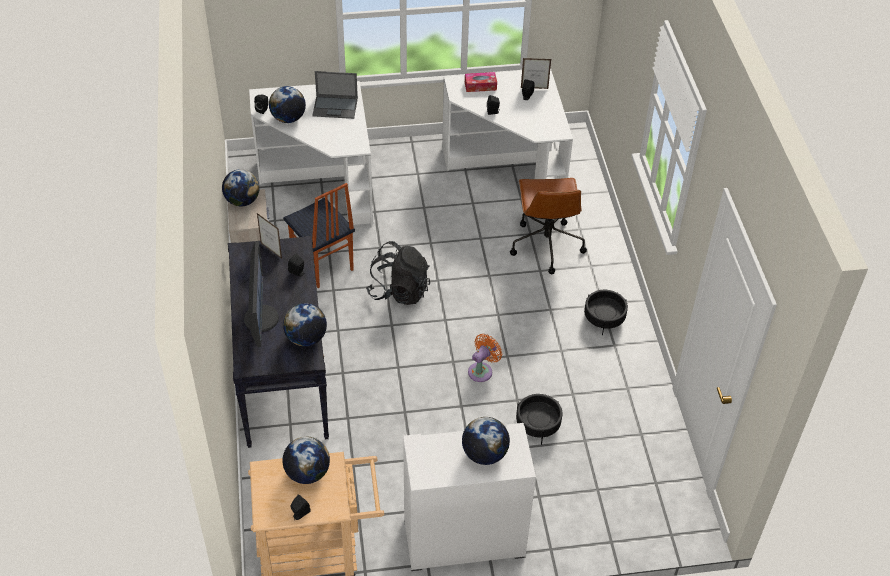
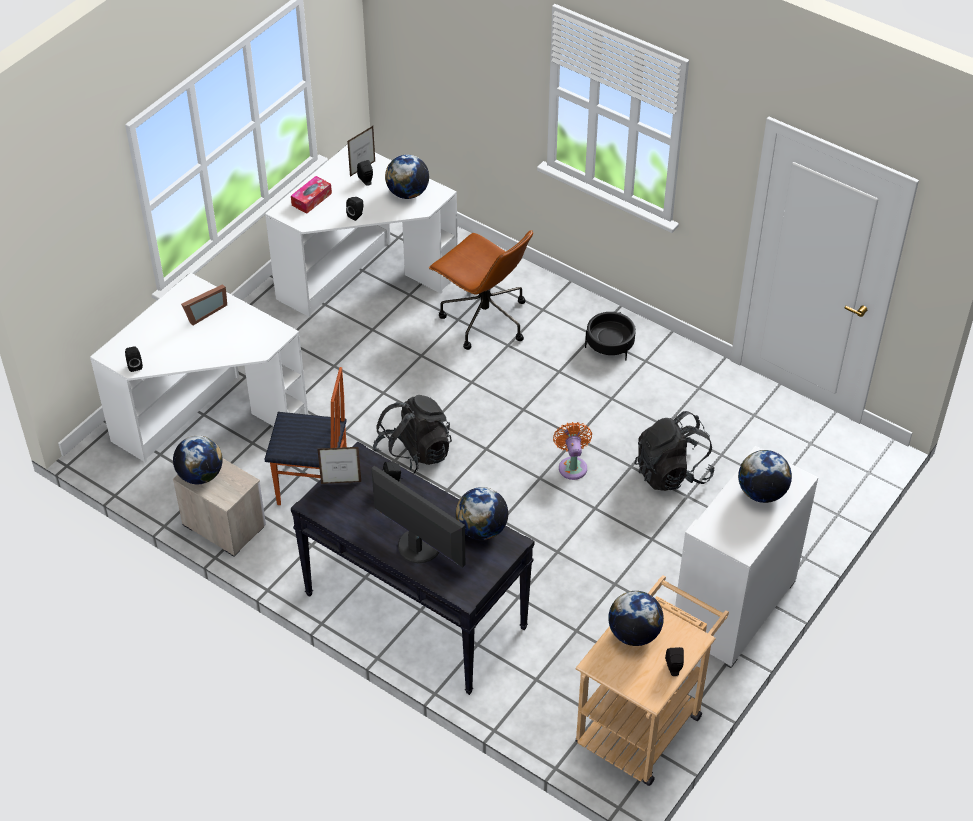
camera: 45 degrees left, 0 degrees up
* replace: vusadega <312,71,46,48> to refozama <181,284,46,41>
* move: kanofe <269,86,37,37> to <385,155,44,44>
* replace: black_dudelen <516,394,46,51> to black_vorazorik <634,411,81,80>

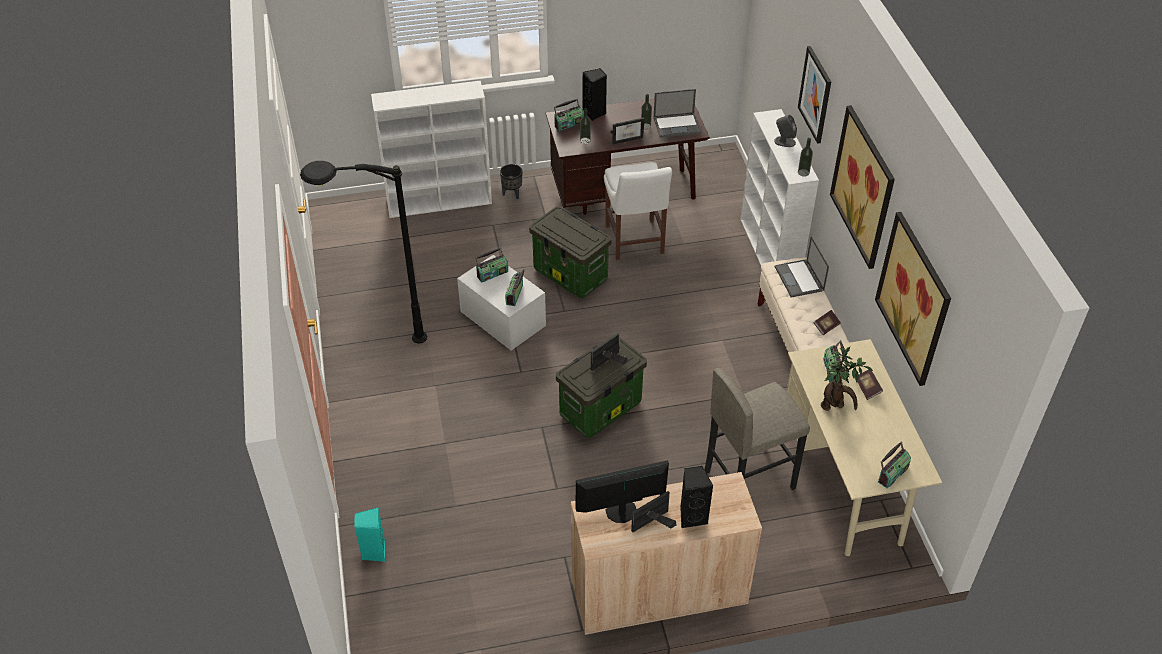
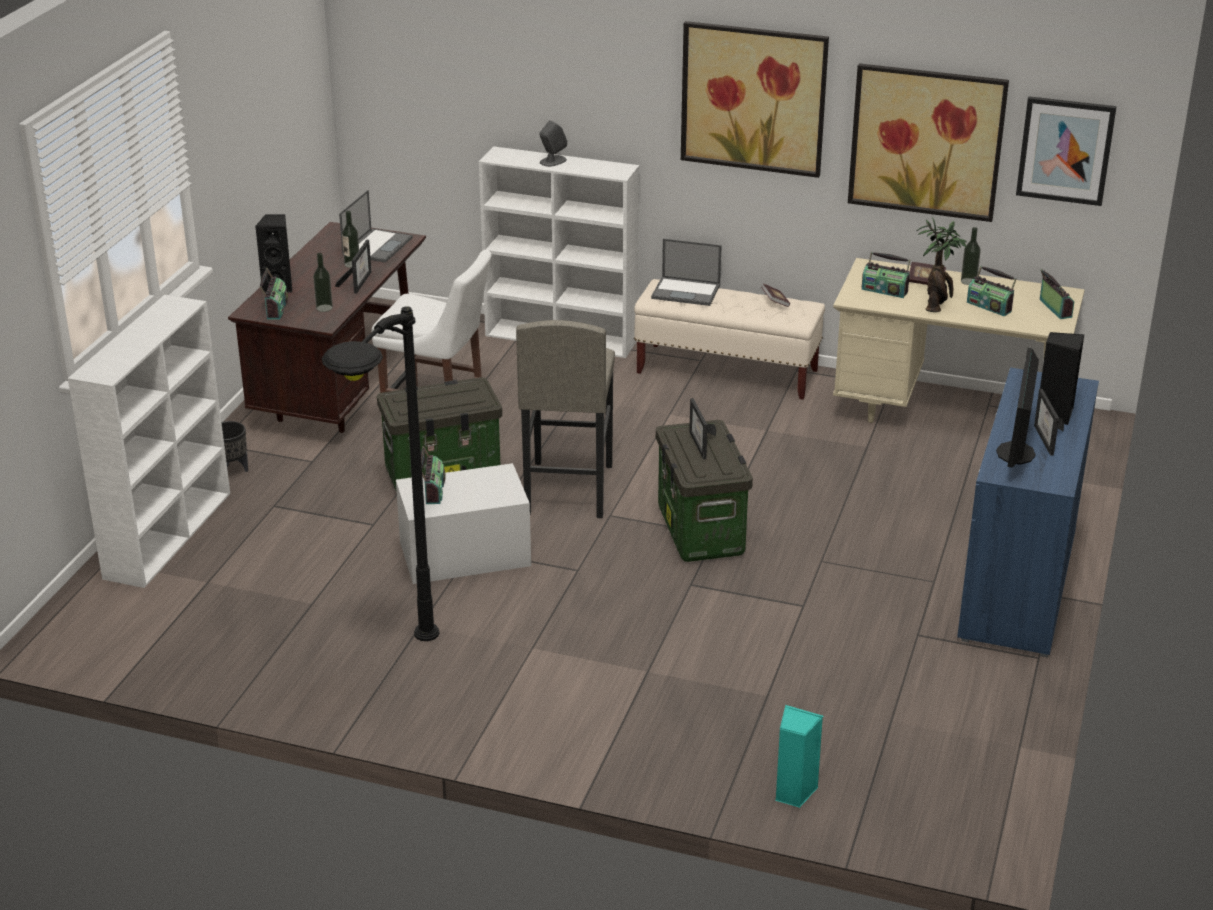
camera: 60 degrees left, 15 degrees down
* move: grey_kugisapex <704,368,106,122> to <516,320,99,198>
* recolor: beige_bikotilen <571,472,191,163> to blue_bikotilen <957,368,142,290>
* move: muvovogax <798,138,15,39> to <961,227,20,58>
* move: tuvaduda <505,268,20,38> to <967,266,50,50>
* move: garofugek <798,46,33,98> to <1016,96,101,110>

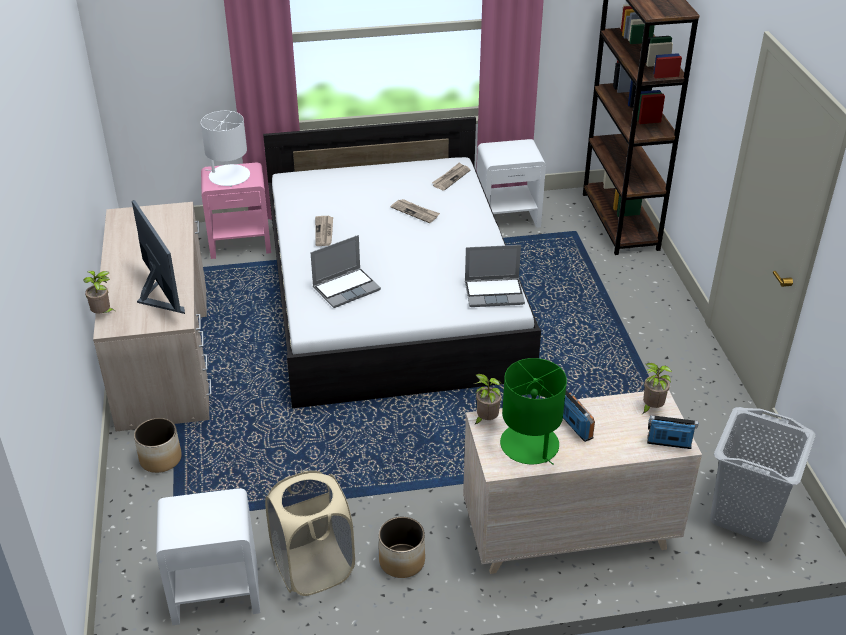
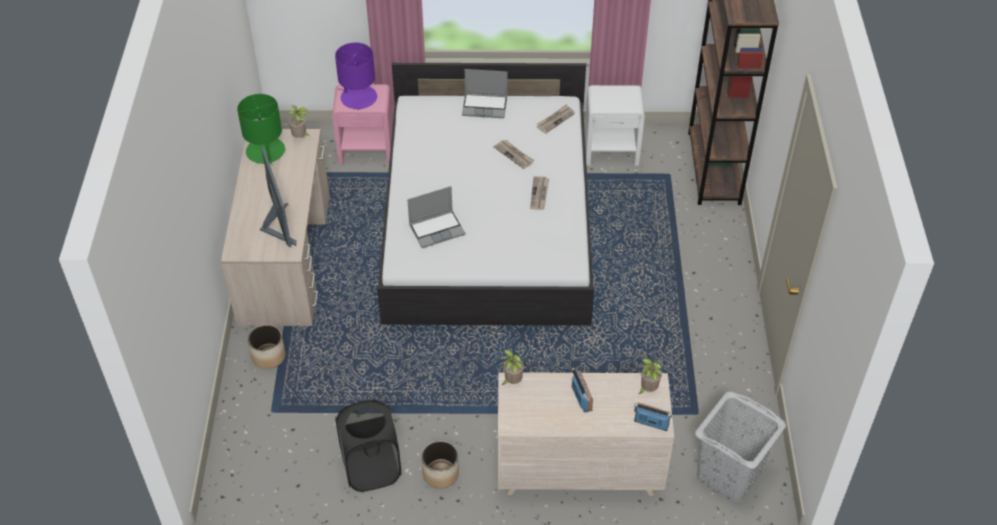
camera: 10 degrees right, 10 degrees up
* move: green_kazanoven <500,358,67,107> to <237,94,48,71>
* move: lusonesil <83,271,31,42> to <288,105,22,32>
* recolor: white_kazanoven <201,111,49,76> to purple_kazanoven <335,42,42,68>
* recolor: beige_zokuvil <265,470,90,126> to black_zokuvil <336,400,65,92>
* move: vusadega <465,245,60,62> to <462,69,45,49>
* move: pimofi <315,216,18,30> to <530,176,19,34>
* delete: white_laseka <156,488,104,137>

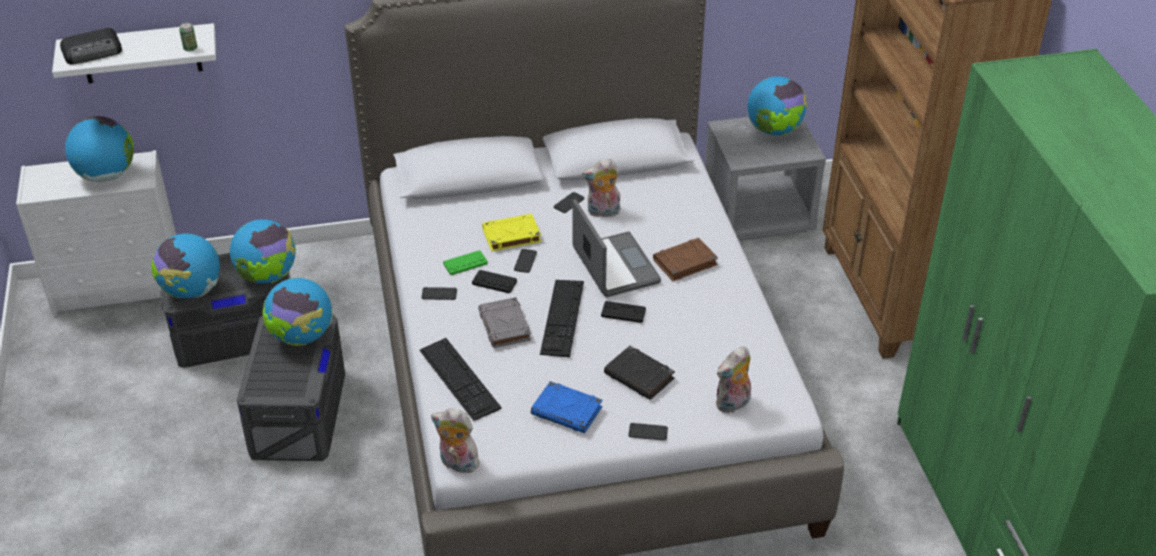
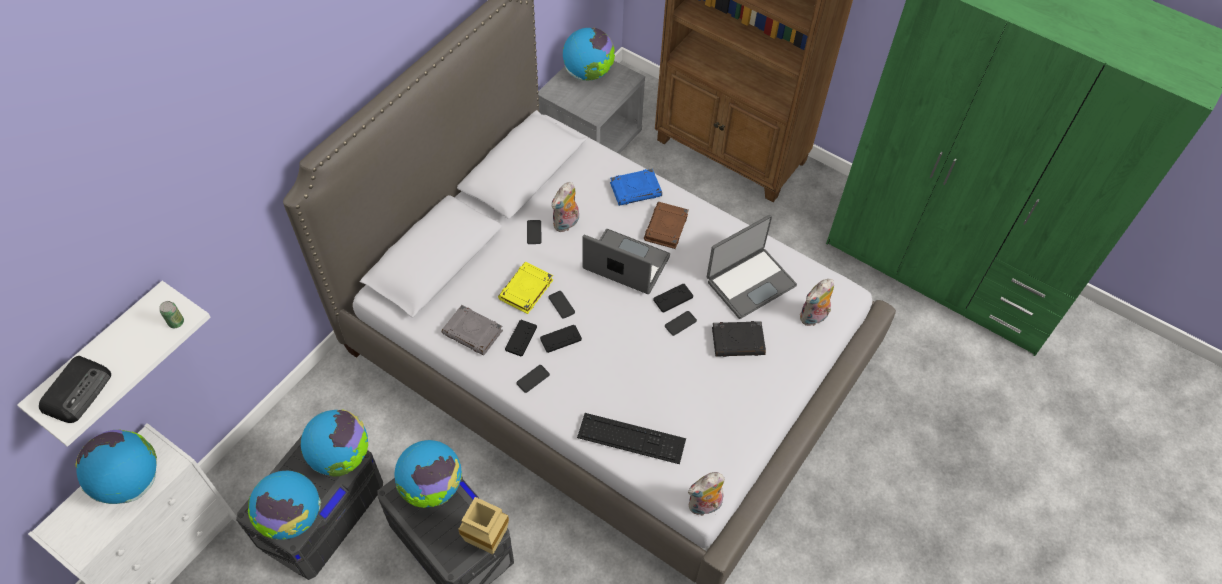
camera: 45 degrees left, 15 degrees up
* move: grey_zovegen <478,297,53,51> to <442,305,61,51>
* insert: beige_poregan <458,497,51,57>
* recolor: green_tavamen <443,251,45,24> to black_tavamen <505,320,32,36>
* move: blue_zovegen <531,381,72,52> to <610,169,52,37>
* move: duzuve <629,423,39,18> to <665,311,32,25>
* insert: vusadega <707,215,90,104>
* rotate: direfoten <716,346,35,68> = <799,279,35,47> 45 degrees clockwise
* delete: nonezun <540,280,44,77>

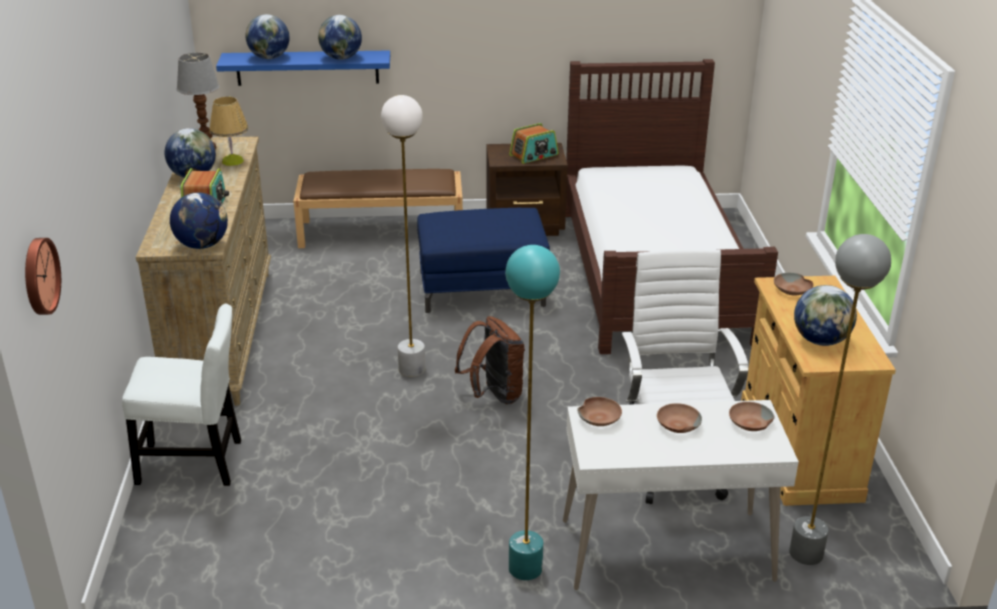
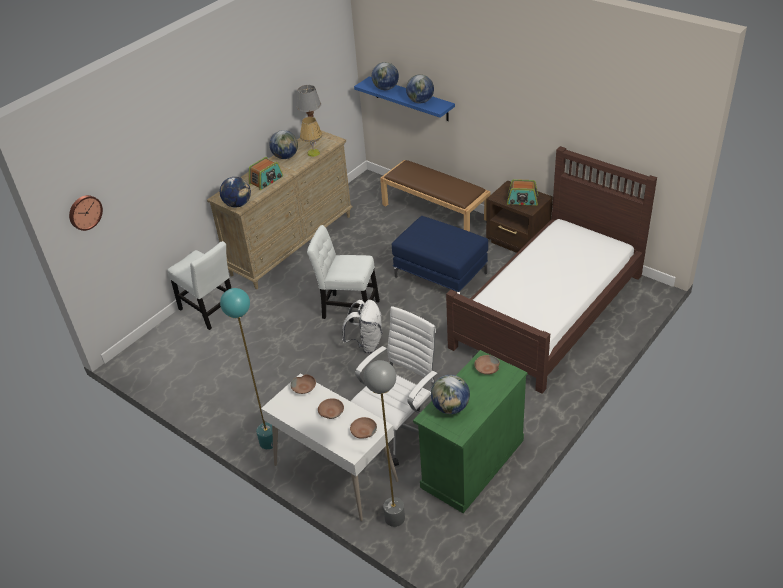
camera: 45 degrees right, 10 degrees up
* replace: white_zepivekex <381,95,44,282> to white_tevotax <307,225,73,94>
* recolor: brown_vorazorik <455,316,70,88> to white_vorazorik <342,300,41,54>
* recolor: beige_bikotilen <741,276,155,230> to green_bikotilen <413,350,115,163>

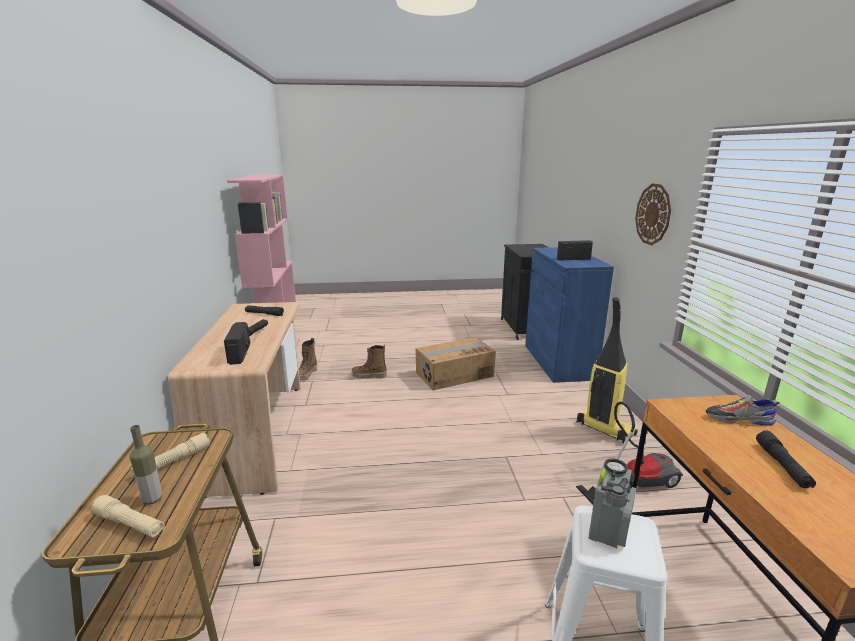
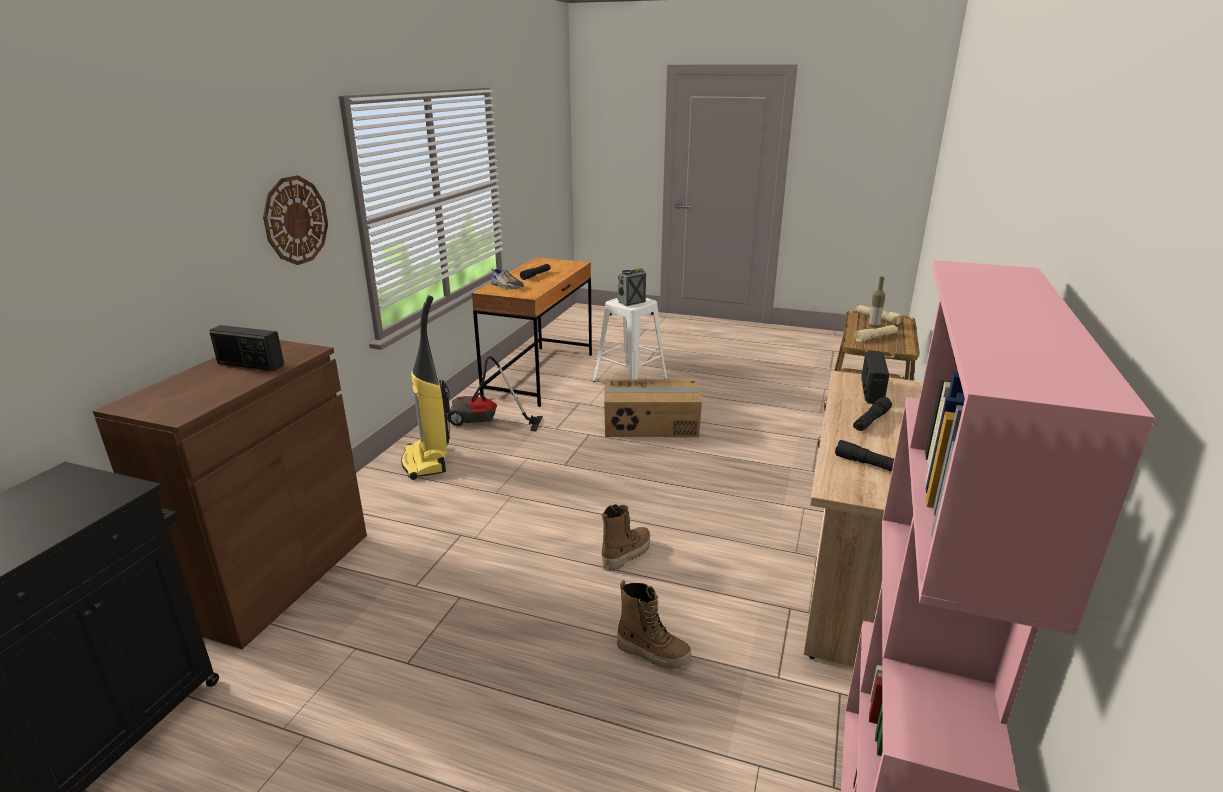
camera: 155 degrees left, 5 degrees up
* recolor: blue_bikotilen <525,247,89,136> to brown_bikotilen <93,340,274,309>
* move: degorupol <299,338,18,42> to <601,504,49,67>
* move: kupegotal <415,337,81,53> to <604,379,98,58>

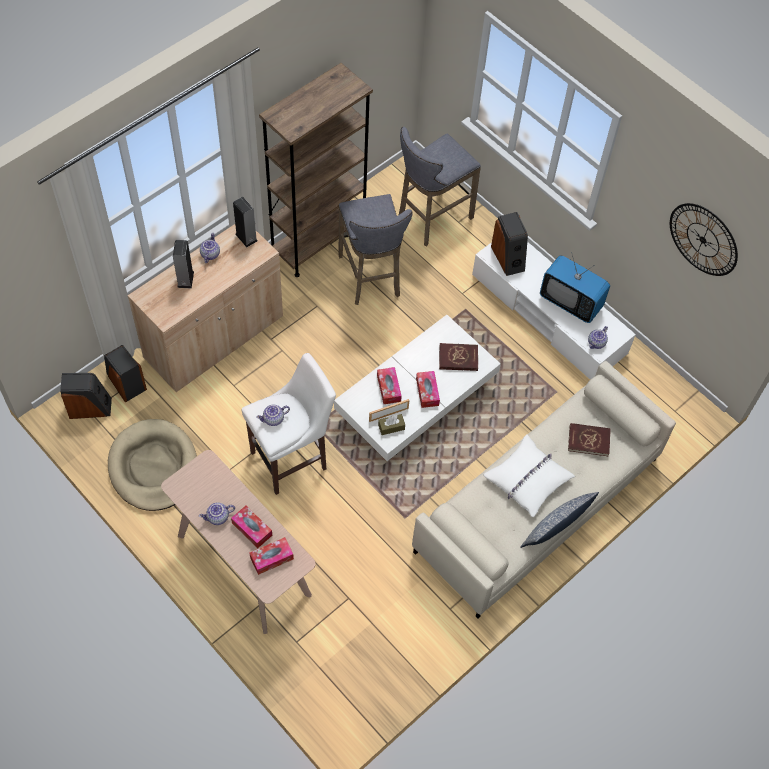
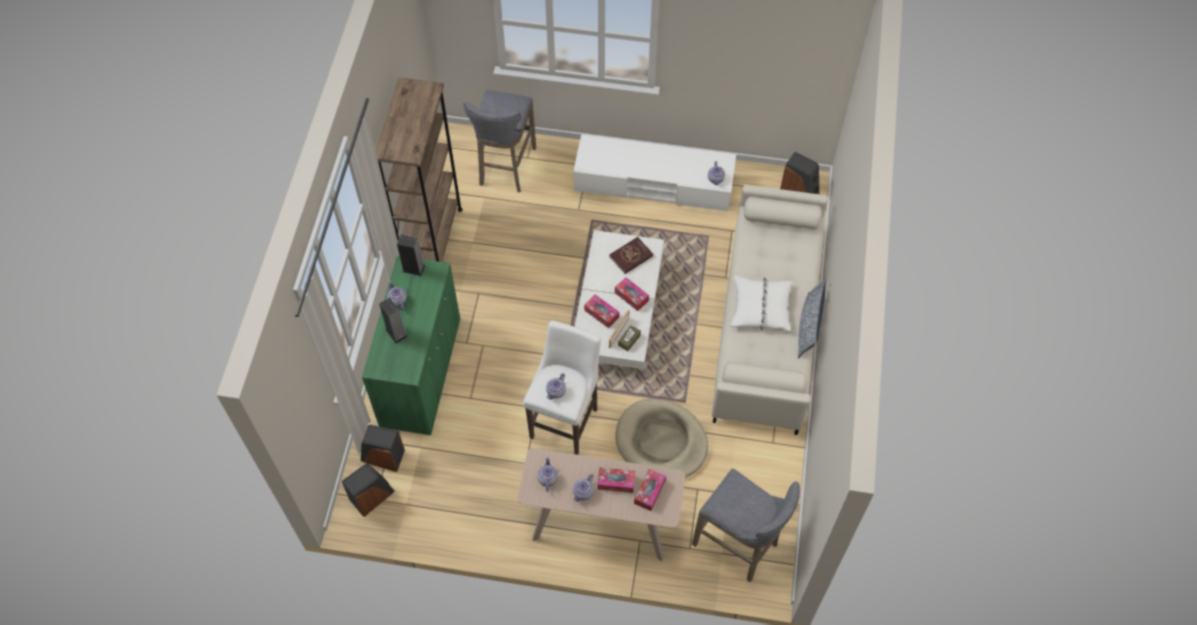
camera: 35 degrees left, 0 degrees up
* recolor: beige_bikotilen <128,224,155,168> to green_bikotilen <362,256,98,179>
* insert: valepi <537,457,21,35>
* move: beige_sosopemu <108,419,89,92> to <615,399,93,78>
* move: grey_kugisapex <338,194,75,111> to <692,468,108,114>
* move: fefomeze <491,212,37,64> to <780,152,40,42>
* delete: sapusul <540,252,70,71>
* delete: red_zovegen <568,423,43,33>
* delete: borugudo <670,203,68,73>

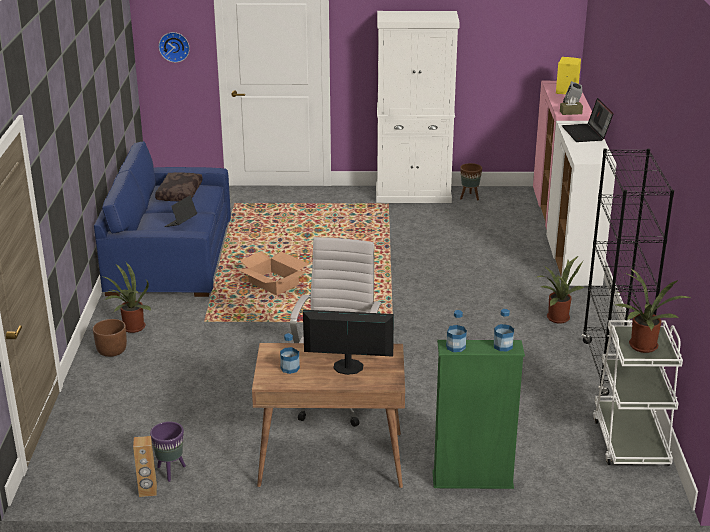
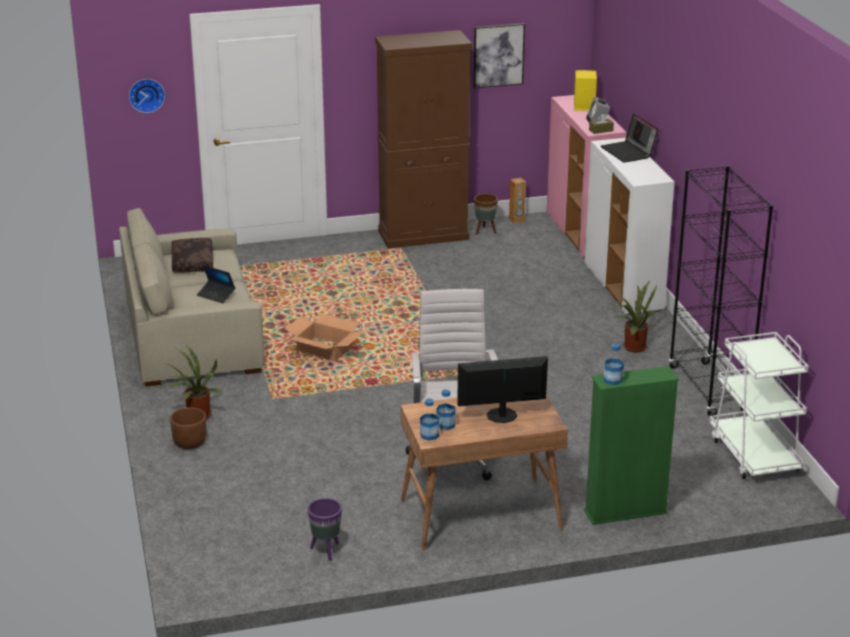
camera: 15 degrees left, 0 degrees up
* recolor: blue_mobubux <94,141,137,156> to beige_mobubux <119,208,146,179>
* rotate: vusadega <164,195,33,32> = <197,265,38,38> 75 degrees counterclockwise
* recolor: white_bikotilen <376,11,84,192> to brown_bikotilen <375,30,97,219>
* move: muvovogax <494,309,20,42> to <420,399,19,41>
* insert: garofugek <474,23,51,65>
* move: brown_fefomeze <133,436,24,61> to <509,178,17,46>
* delete: lusonesil <615,268,77,85>

